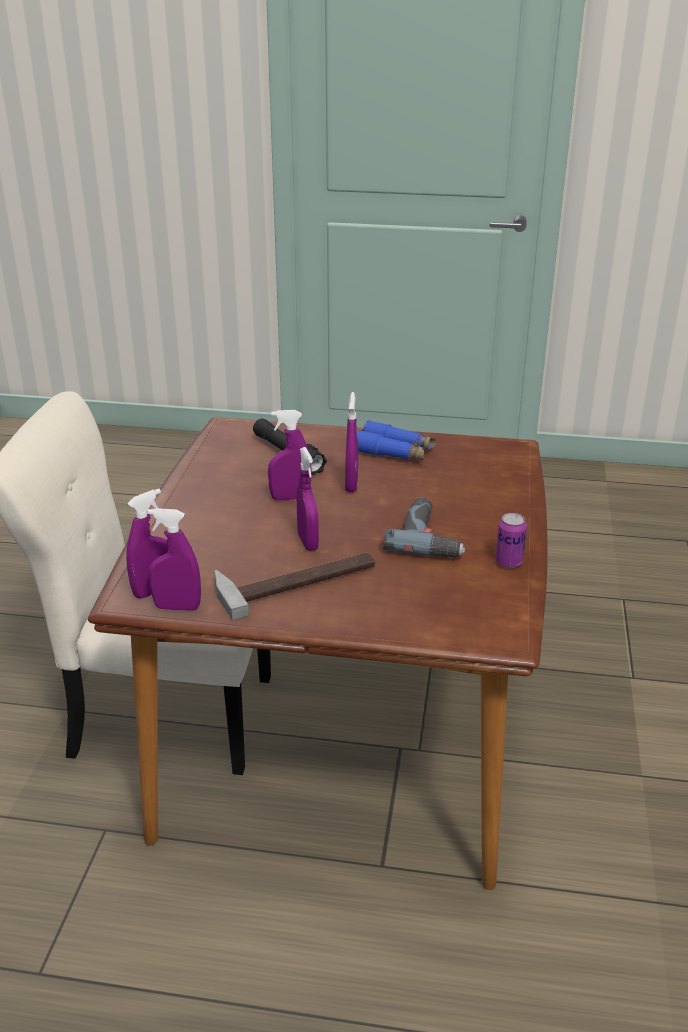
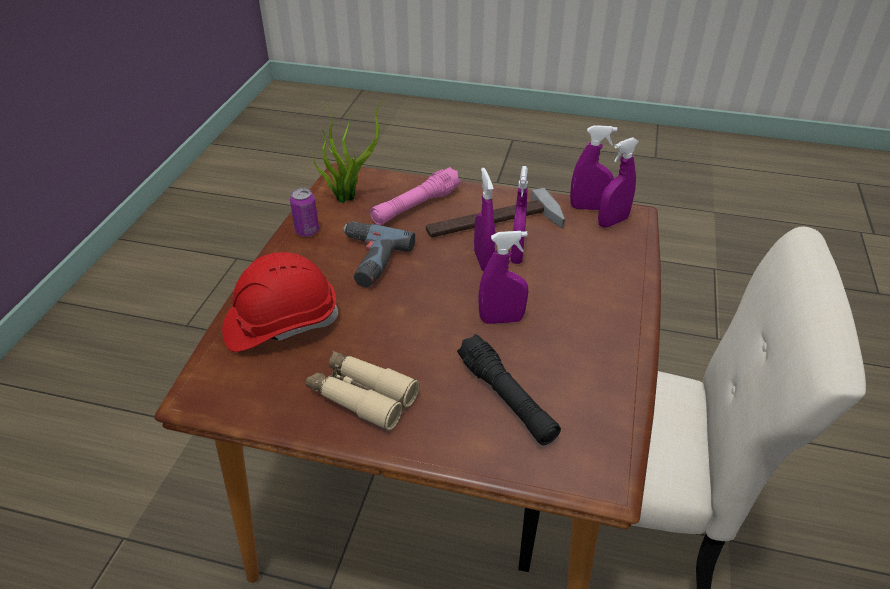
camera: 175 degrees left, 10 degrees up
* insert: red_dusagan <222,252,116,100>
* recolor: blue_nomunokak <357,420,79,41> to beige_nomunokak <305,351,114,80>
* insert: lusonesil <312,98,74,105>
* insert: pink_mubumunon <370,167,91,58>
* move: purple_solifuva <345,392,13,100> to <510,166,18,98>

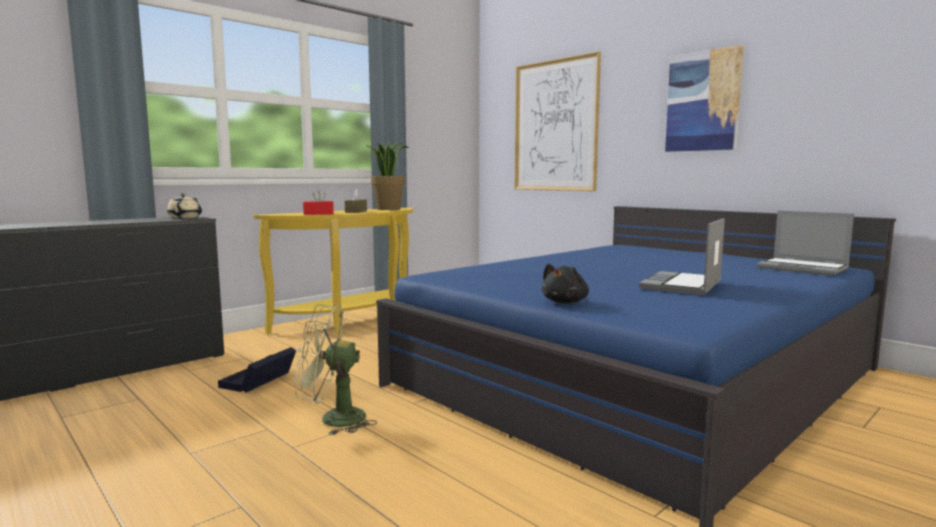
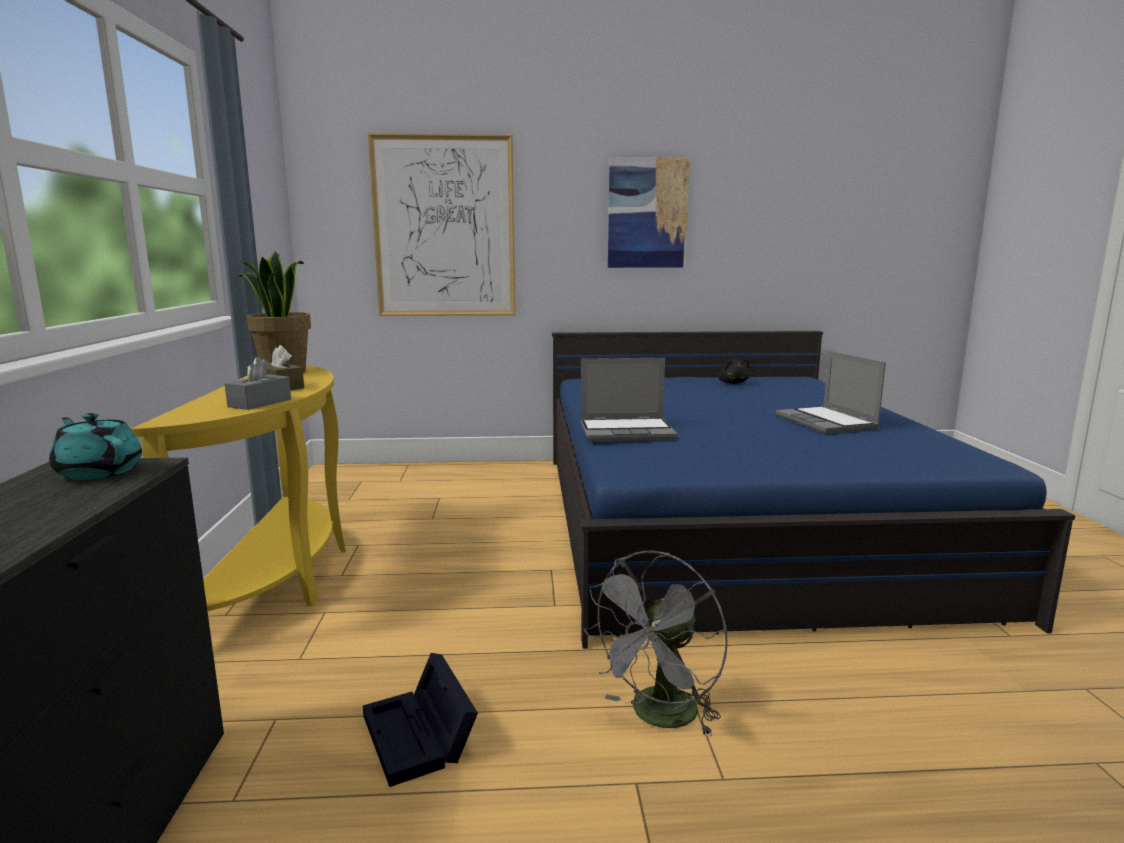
camera: 50 degrees left, 5 degrees up
* recolor: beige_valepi <167,193,35,25> to turquoise_valepi <49,413,93,67>
* recolor: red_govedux <303,189,31,26> to grey_govedux <225,357,66,53>
* move: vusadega <757,211,97,65> to <581,358,96,83>
* recolor: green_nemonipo <294,304,83,131> to grey_nemonipo <583,550,145,187>
* move: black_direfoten <542,263,47,40> to <719,359,31,25>

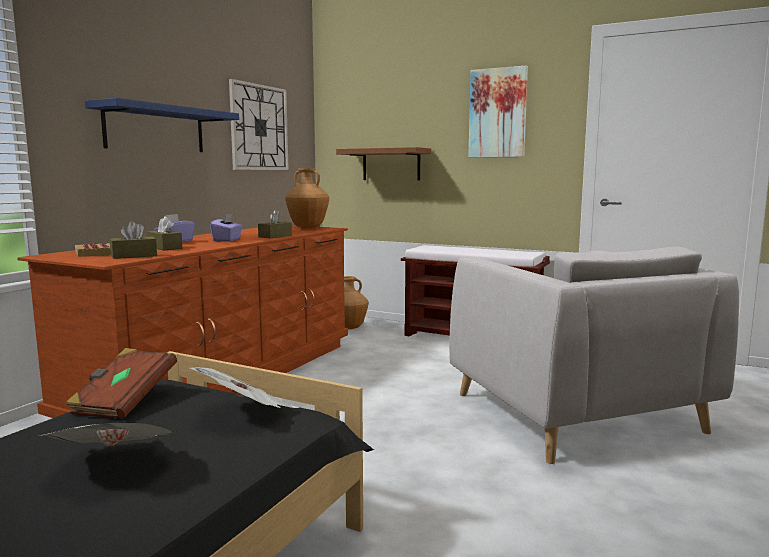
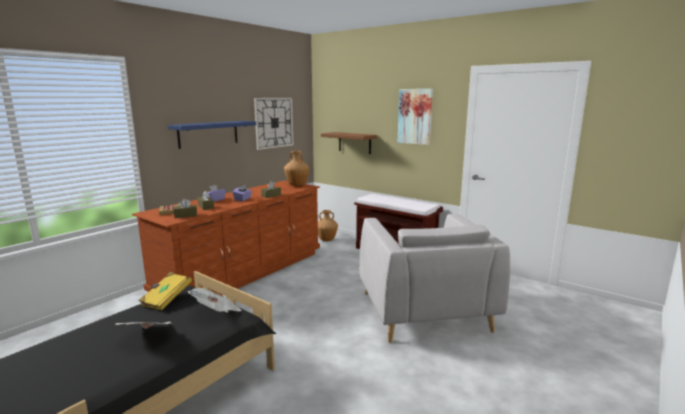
camera: 10 degrees right, 5 degrees up
* recolor: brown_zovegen <65,348,112,71> to yellow_zovegen <138,272,54,39>

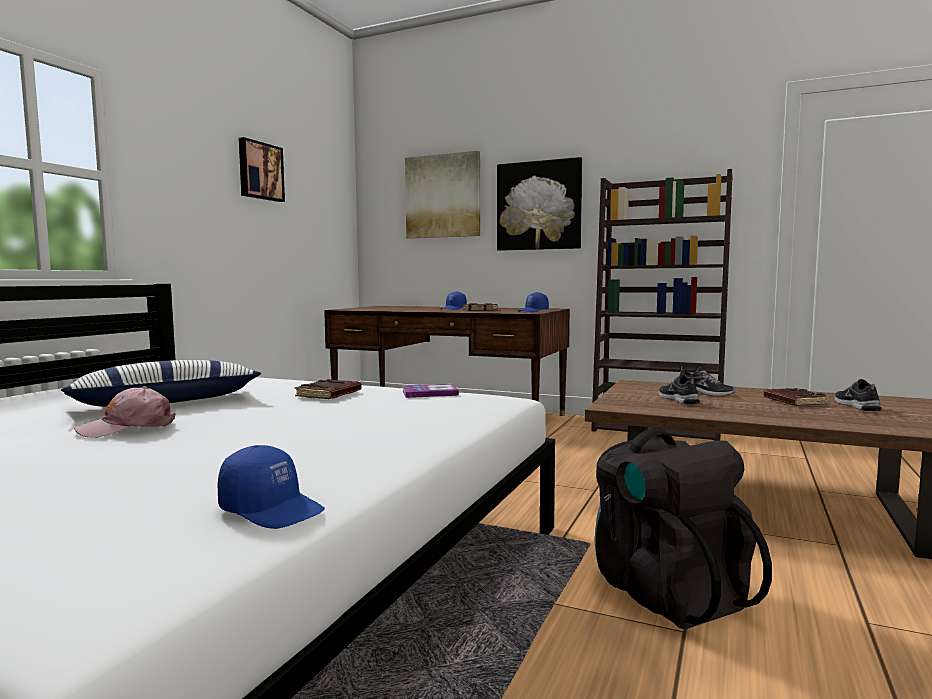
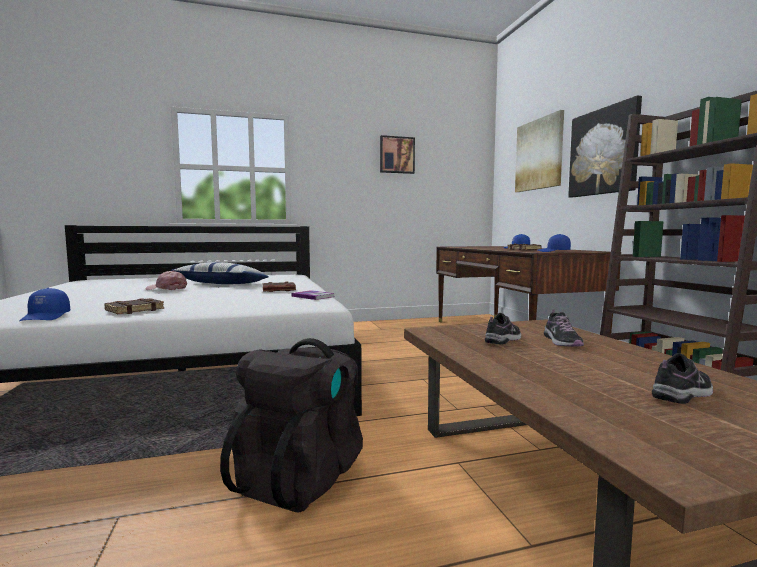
camera: 50 degrees right, 0 degrees up
* move: brown_zovegen <764,388,67,18> to <104,298,60,16>

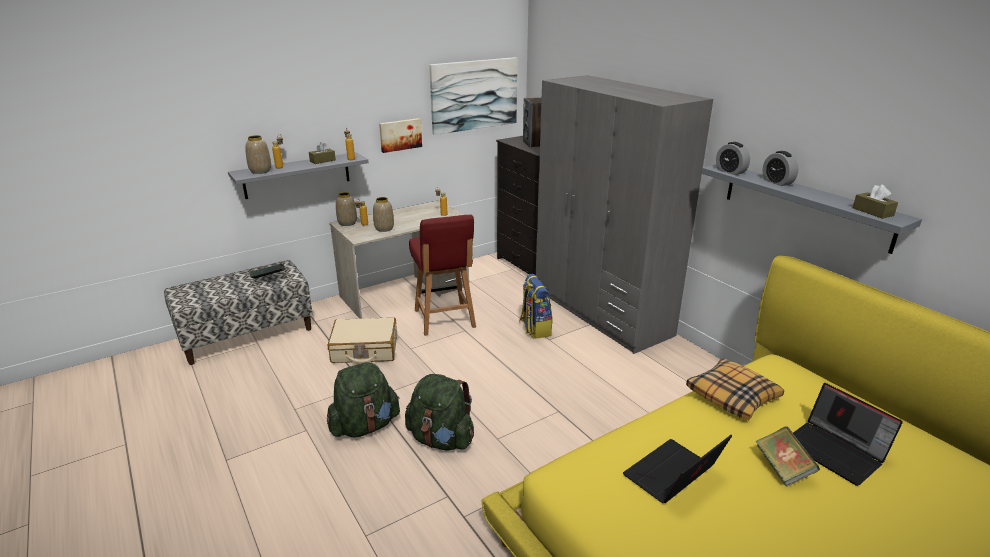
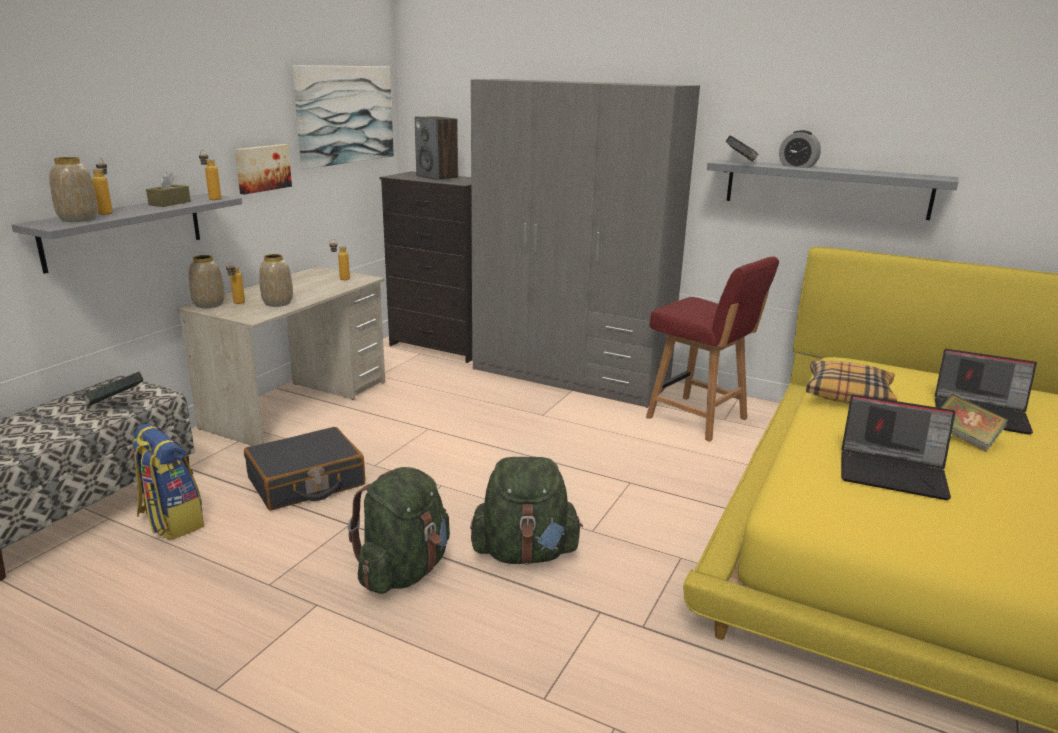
camera: 30 degrees left, 5 degrees down
* move: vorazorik <519,274,33,65> to <131,423,73,117>
* recolor: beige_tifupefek <328,317,69,47> to black_tifupefek <244,427,121,83>
* move: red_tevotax <409,215,67,121> to <646,256,133,186>
* replace: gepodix <716,142,34,33> to zovegen <726,136,33,26>
* rotate: vusadega <623,434,109,69> = <841,395,115,105> 90 degrees counterclockwise
* delete: brown_govedux <853,184,45,35>

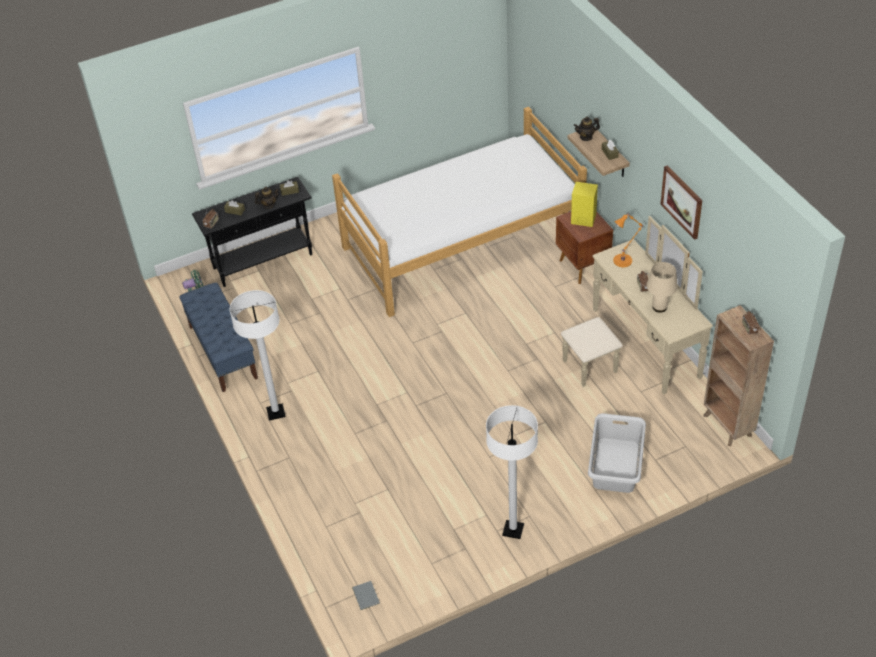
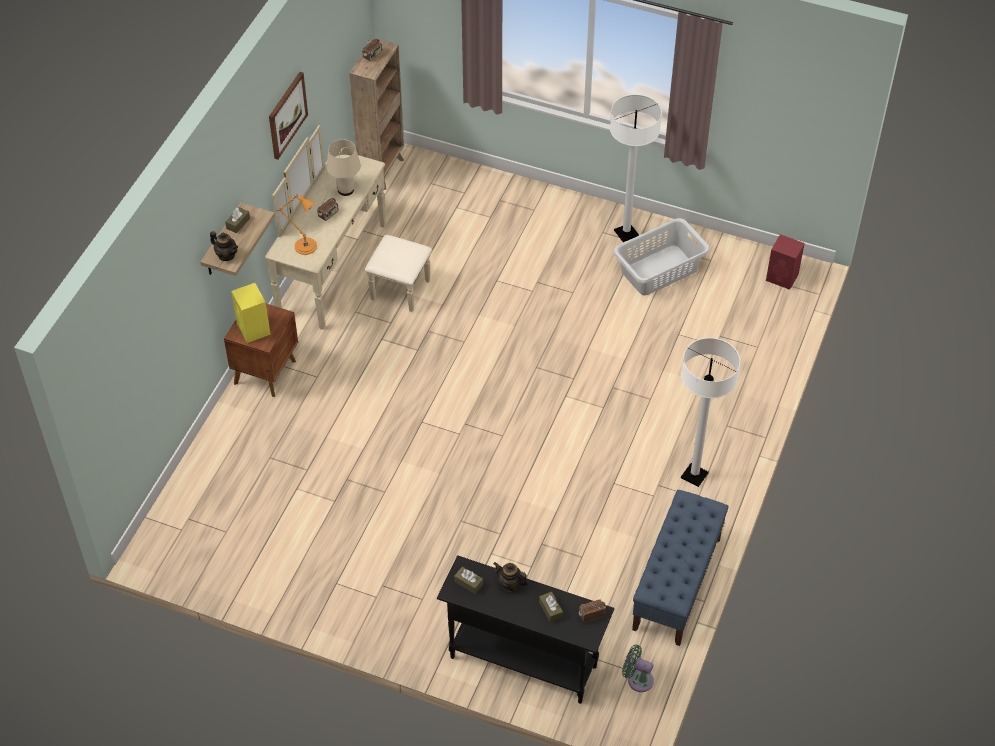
camera: 135 degrees left, 5 degrees up
* move: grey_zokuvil <588,413,58,80> to <613,218,97,77>
* replace: grey_zovegen <352,581,28,29> to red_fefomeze <766,234,39,56>
* delete: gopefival <332,107,255,210>

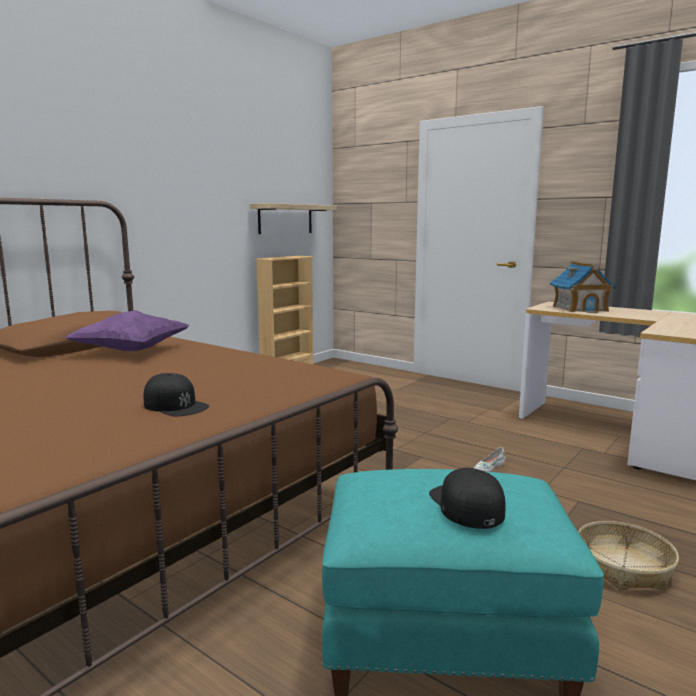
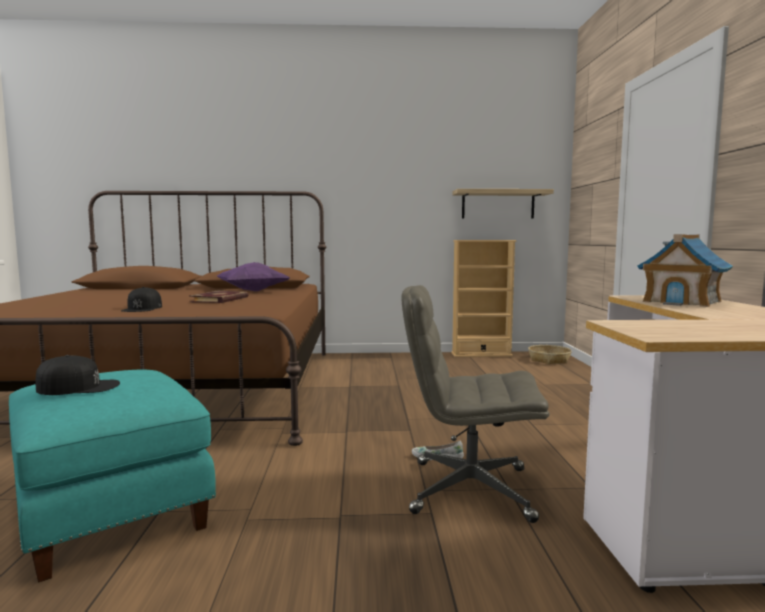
camera: 50 degrees right, 5 degrees down
* rotate: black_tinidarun <429,468,76,61> = <36,355,84,40> 45 degrees clockwise
* insert: zovegen <189,291,60,12>
* insert: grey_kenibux <402,285,148,238>
* move: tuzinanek <578,521,101,69> to <528,345,44,19>

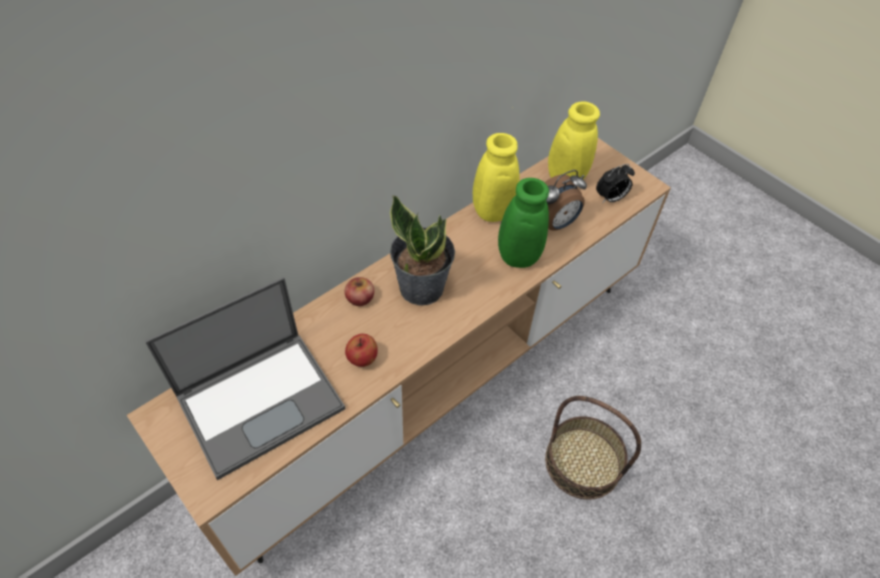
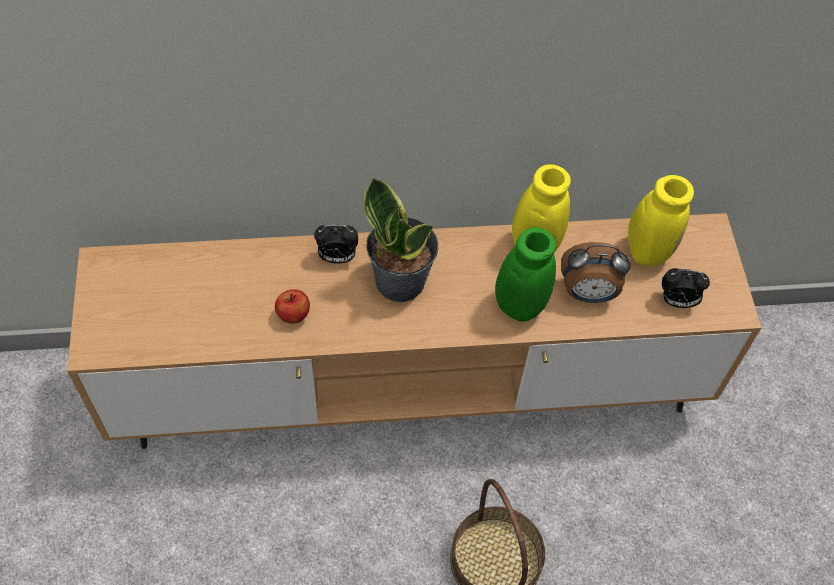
camera: 35 degrees right, 5 degrees up
* replace: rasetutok <345,277,29,29> to gepodix <314,225,44,39>
* delete: vusadega <145,277,201,203>

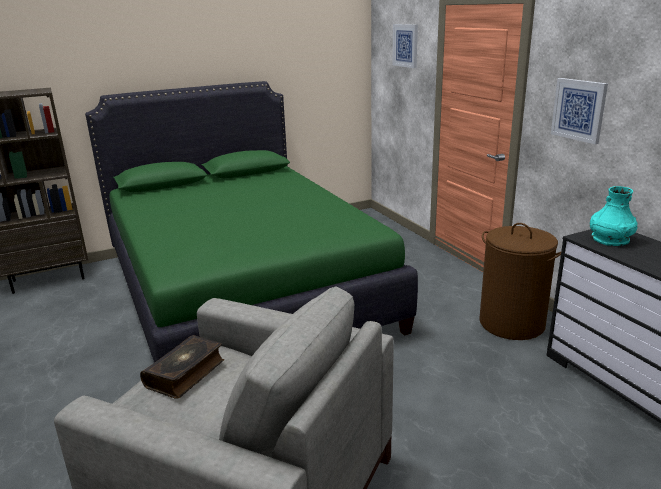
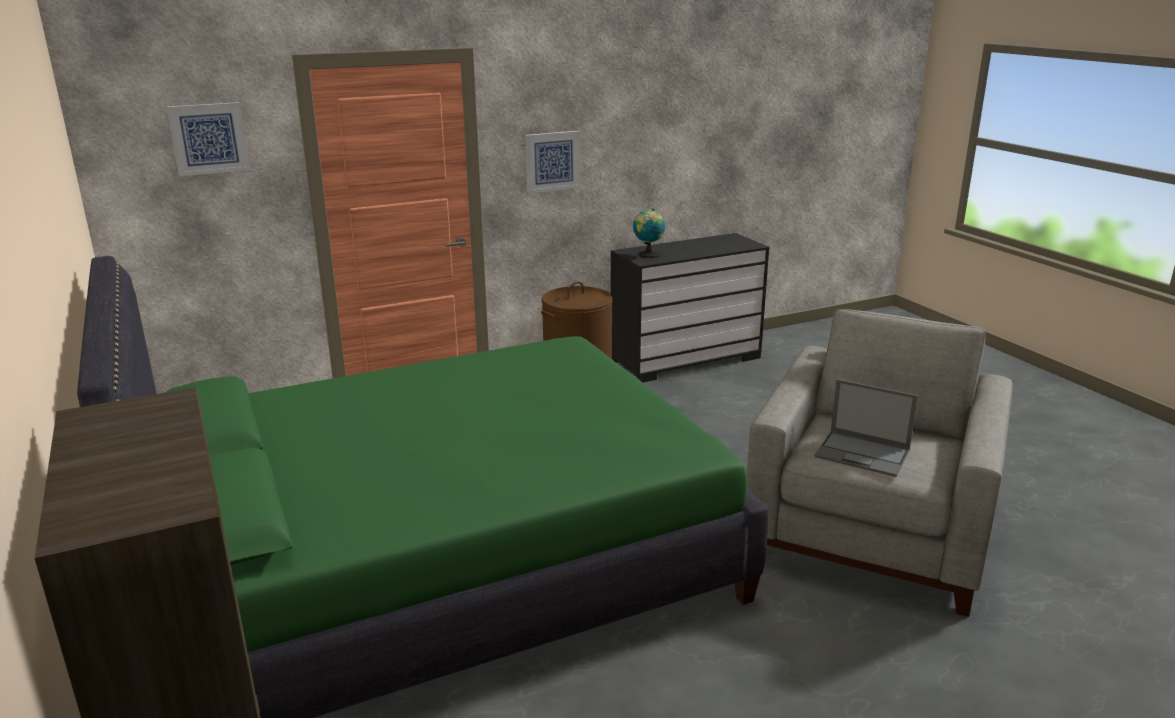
camera: 90 degrees left, 0 degrees up
* replace: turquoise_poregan <590,186,47,60> to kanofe <633,209,32,49>
* replace: zovegen <140,335,84,64> to vusadega <814,379,104,98>

